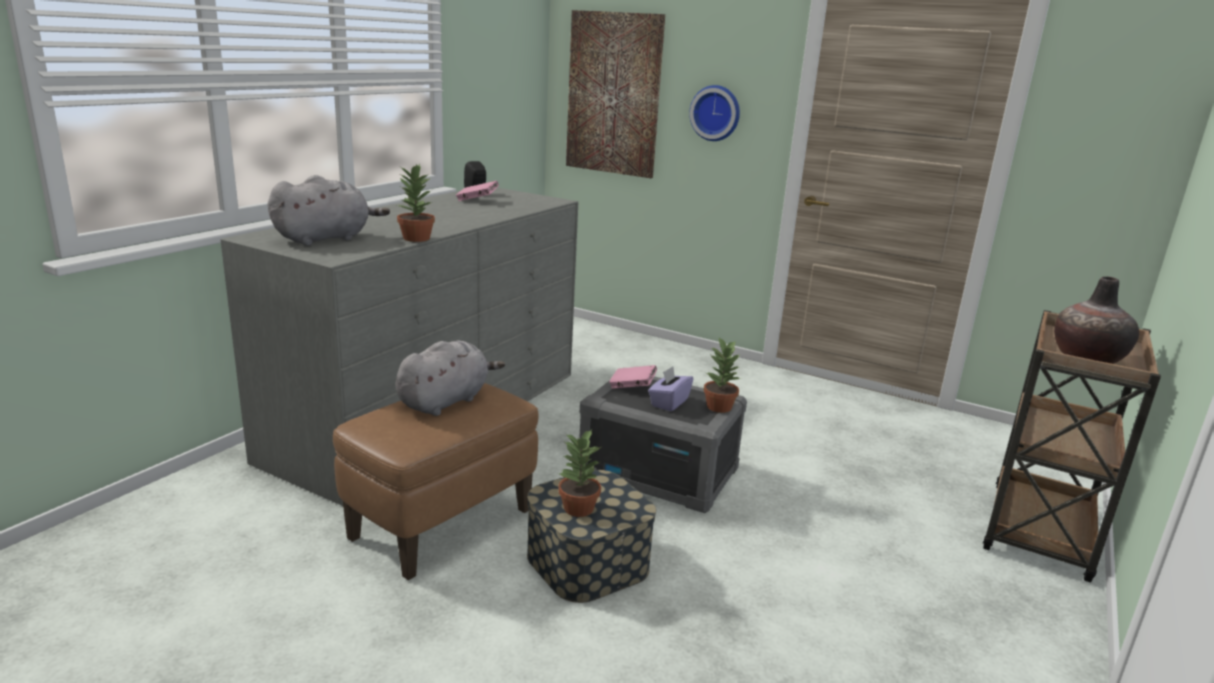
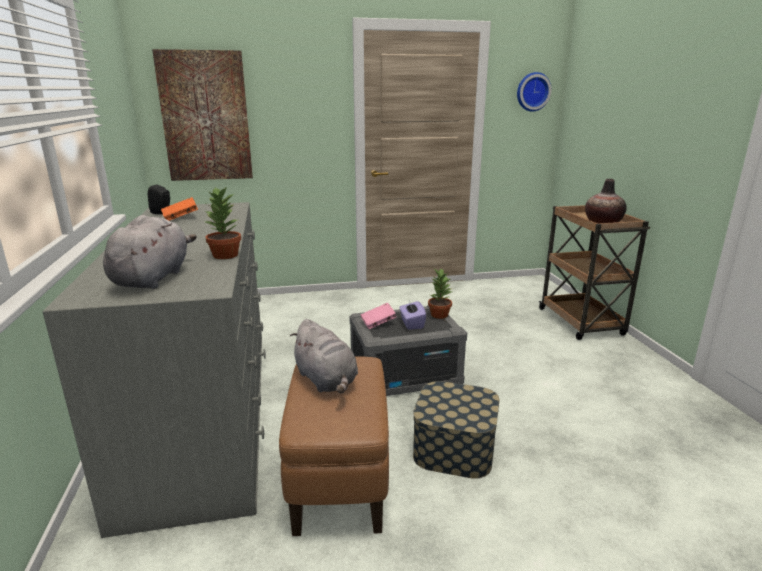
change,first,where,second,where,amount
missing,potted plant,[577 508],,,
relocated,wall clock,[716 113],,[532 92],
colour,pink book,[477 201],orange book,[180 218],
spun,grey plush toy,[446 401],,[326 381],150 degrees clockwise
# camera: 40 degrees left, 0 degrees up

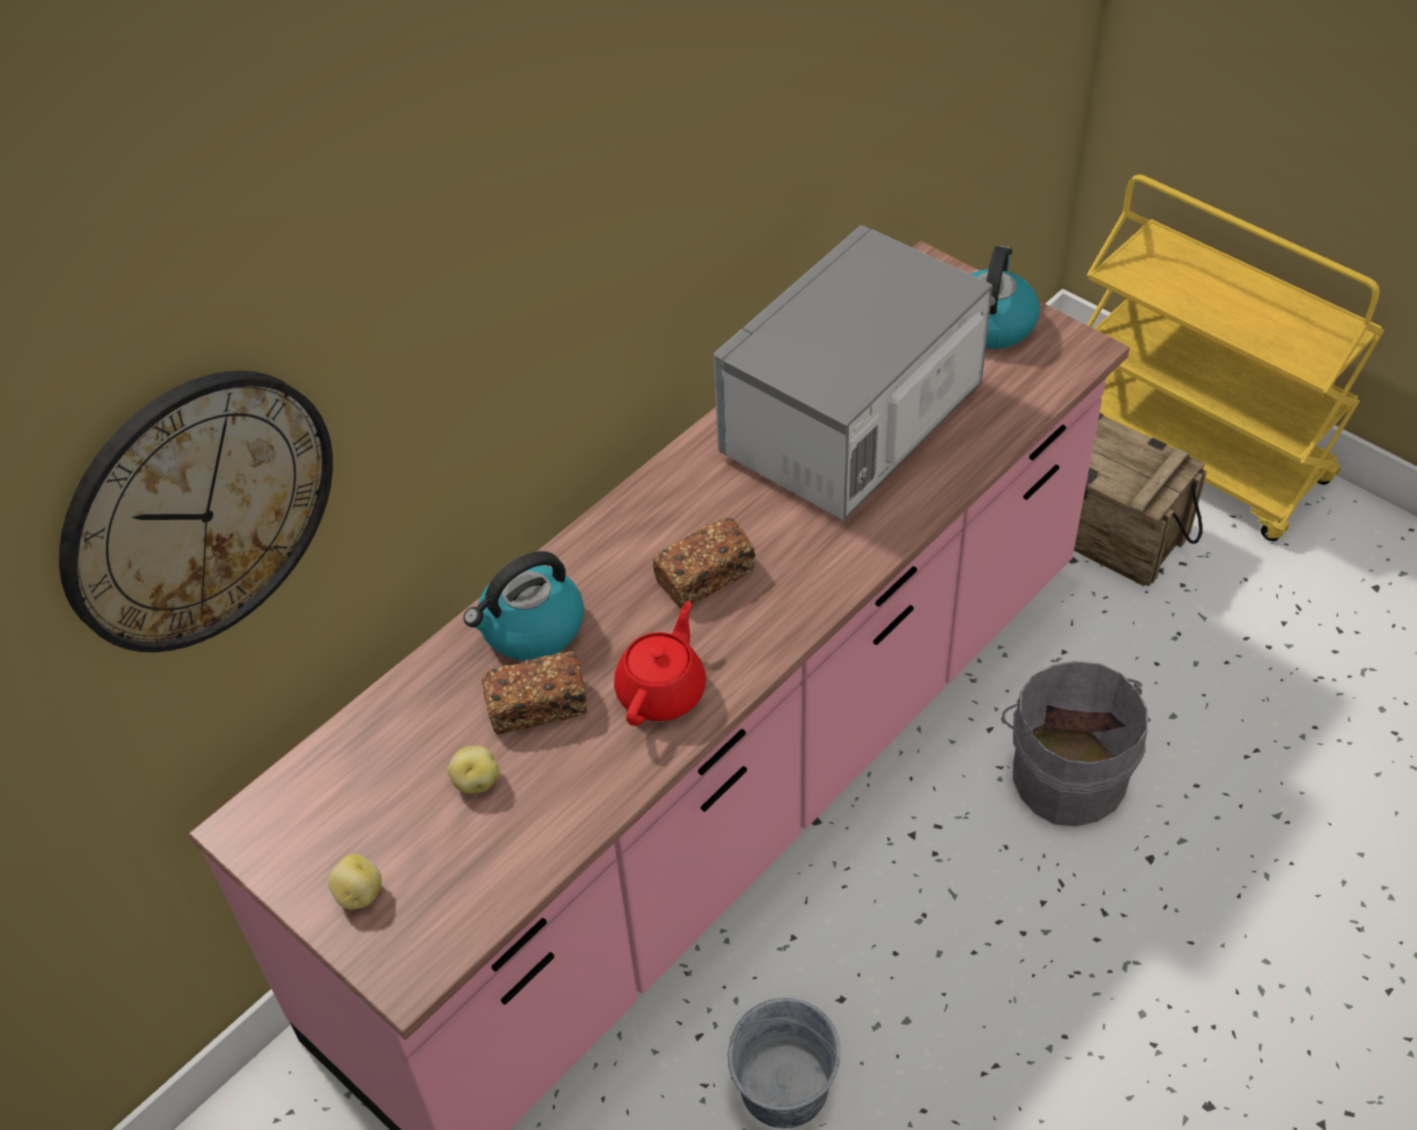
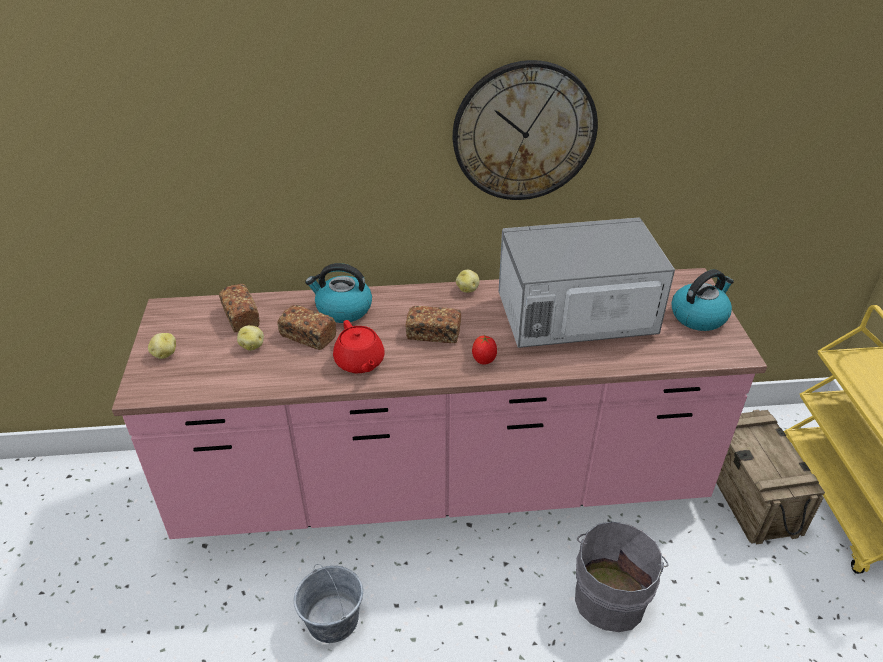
change,first,where,second,where,amount
appeared,,,bread,[240 316],
appeared,,,potato,[468 289],
appeared,,,tomato,[484 361],
relocated,wall clock,[198 510],,[524 132],
spun,red teapot,[662 691],,[359 362],90 degrees clockwise
# camera: 40 degrees right, 10 degrees down

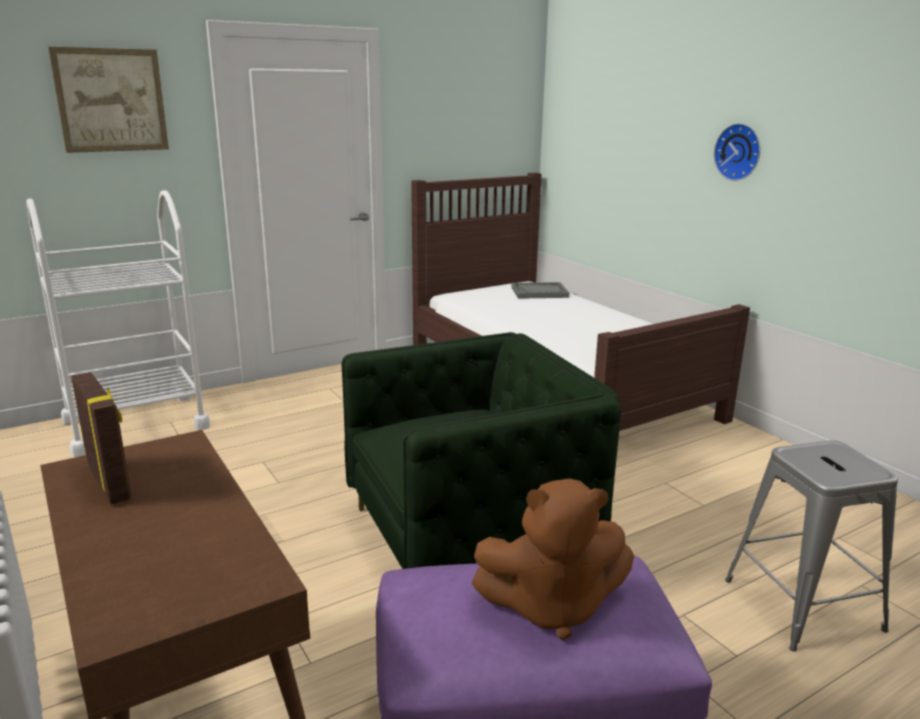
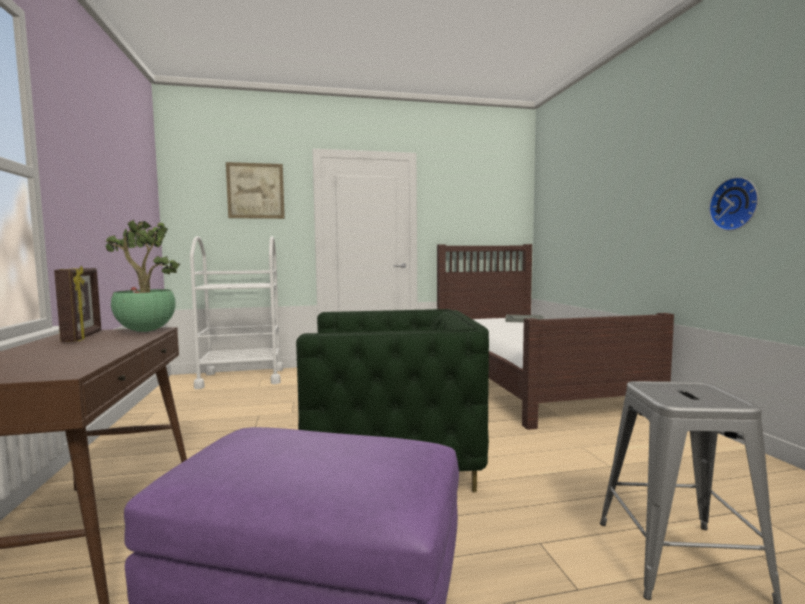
change,first,where,second,where,amount
missing,brown plush toy,[551 606],,,
appeared,,,potted plant,[144 331],
relocated,wall clock,[739 152],,[736 204],
# camera: 20 degrees right, 15 degrees down

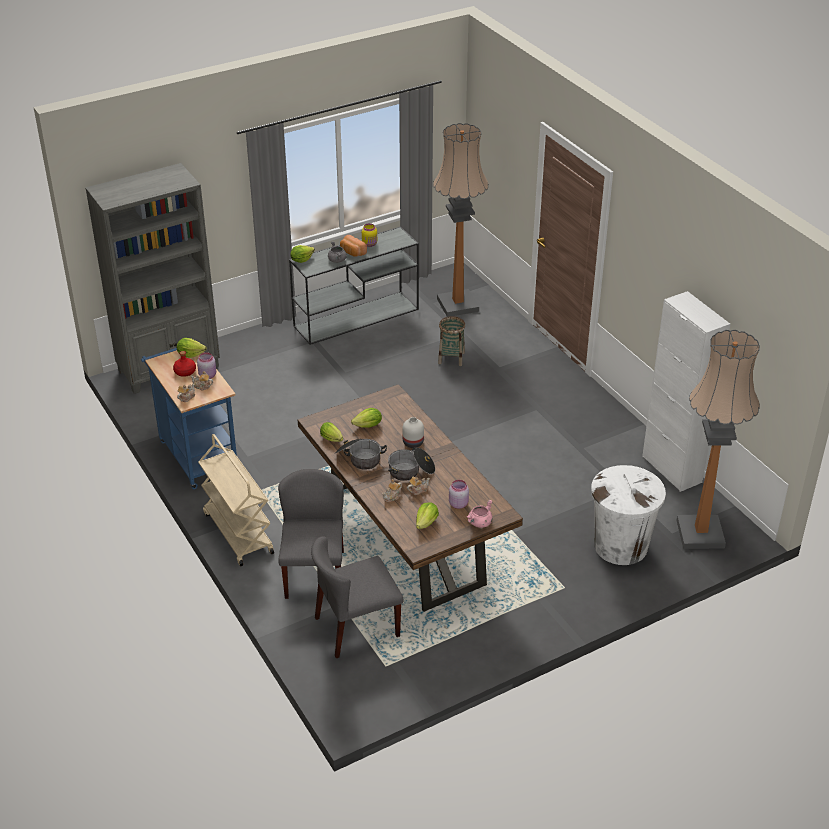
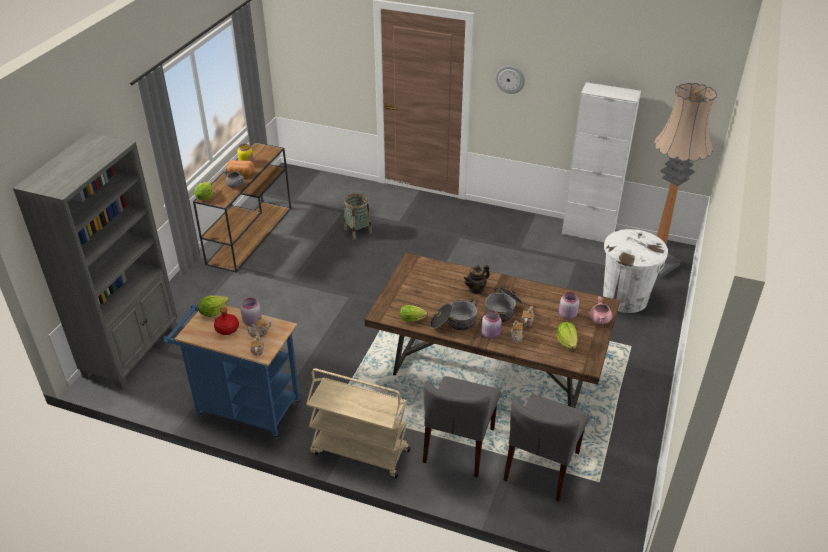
change,first,where,second,where,amount
missing,lettuce,[368 426],,,
missing,floor lamp,[457 305],,,
appeared,,,pink jar,[491 334],
appeared,,,wall clock,[510 79],
exchanged,white vase,[413 443],teapot,[476 289],
colour,grey console table,[357 317],brown console table,[250 234],
spun,grey chair,[314 574],,[459 446],120 degrees counterclockwise
# camera: 40 degrees left, 0 degrees up

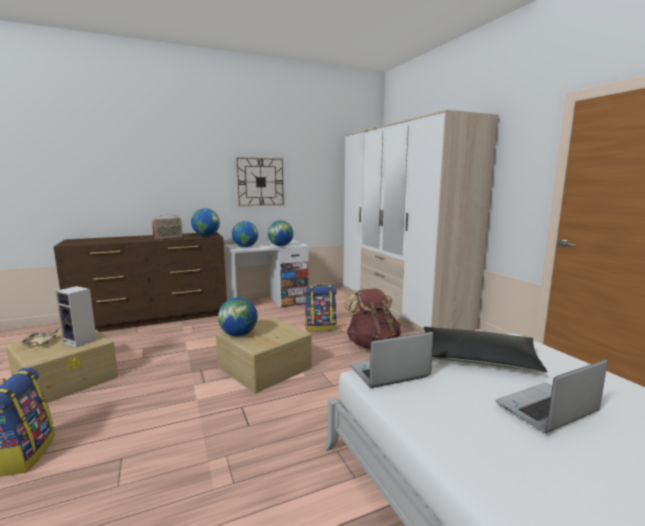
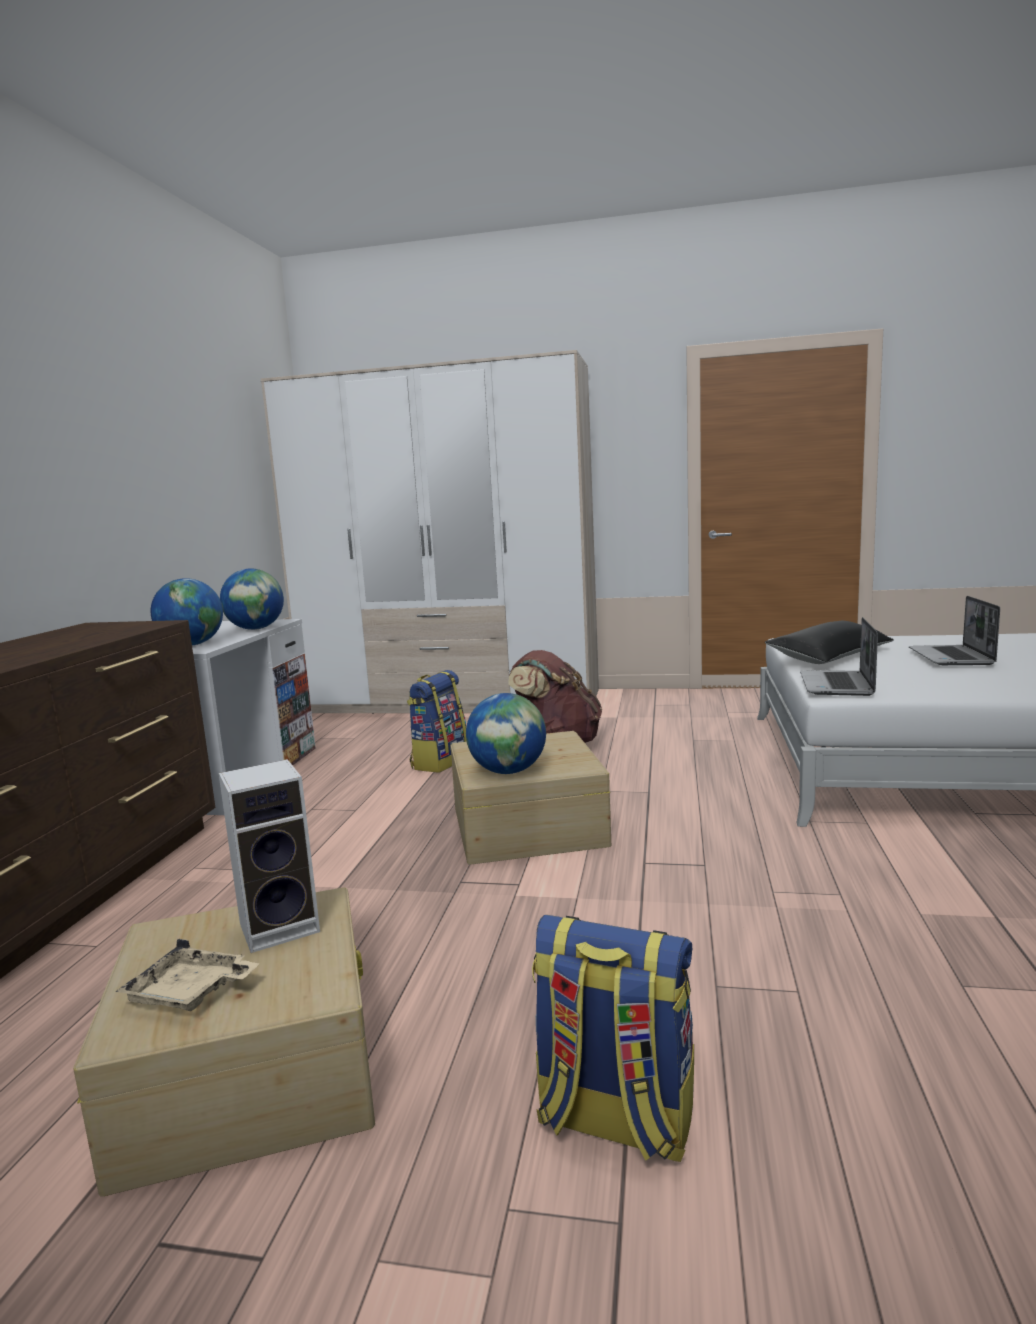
change,first,where,second,where,amount
missing,radio,[168 238],,,
missing,globe,[206 236],,,
missing,wall clock,[260 182],,,
# camera: 55 degrees left, 0 degrees up

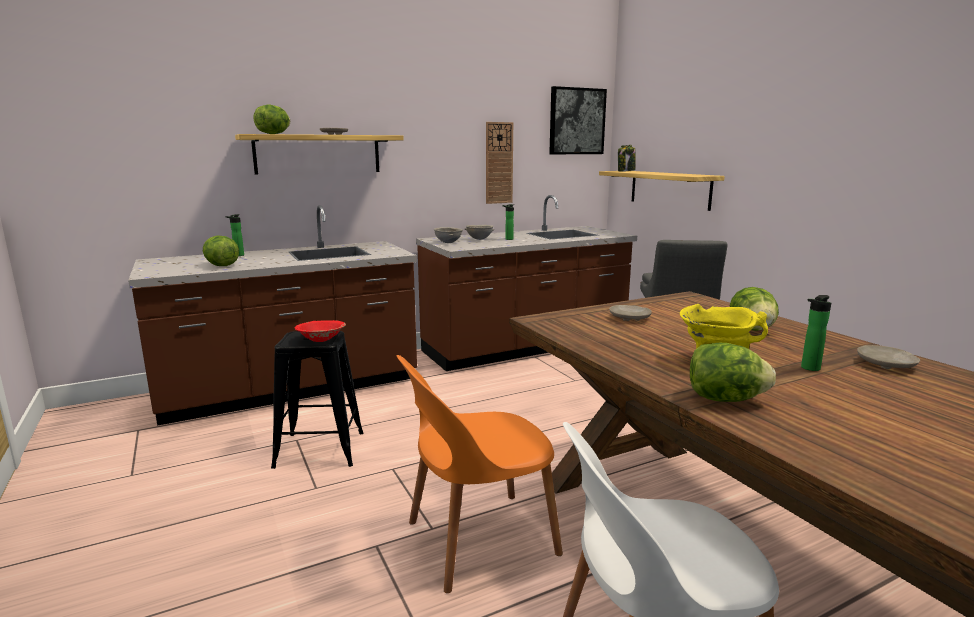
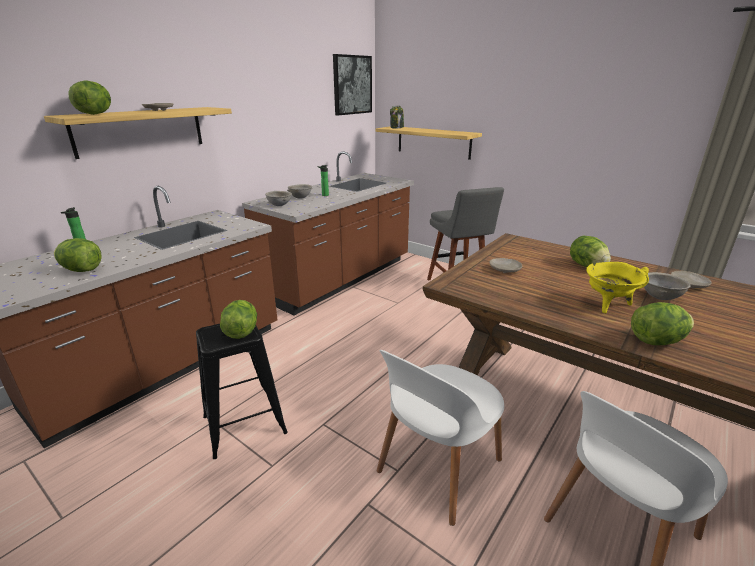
change,first,where,second,where,amount
missing,wall clock,[499 163],,,
exchanged,red bowl,[321 339],lettuce,[241 332],
exchanged,bottle,[808 368],grey bowl,[659 298],
colour,orange chair,[477 539],white chair,[437 468],
# camera: 25 degrees left, 10 degrees up

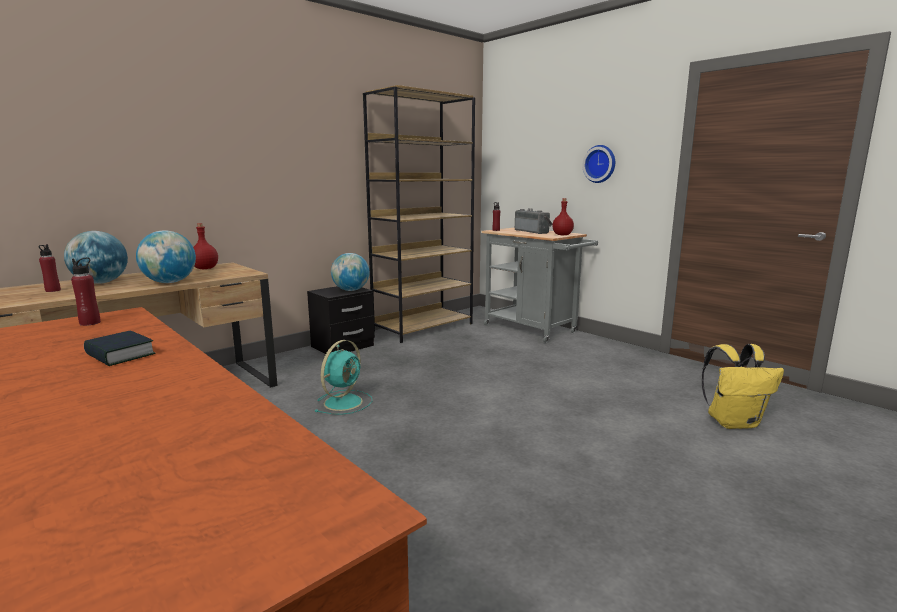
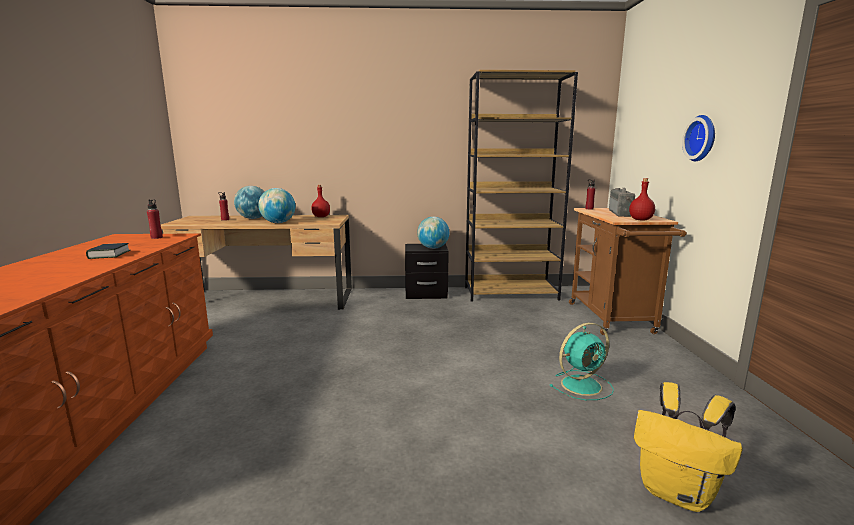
change,first,where,second,where,amount
relocated,turquoise fan,[344 402],,[582 385],
colour,grey cart,[534 330],brown cart,[613 320],
# camera: 40 degrees right, 0 degrees up

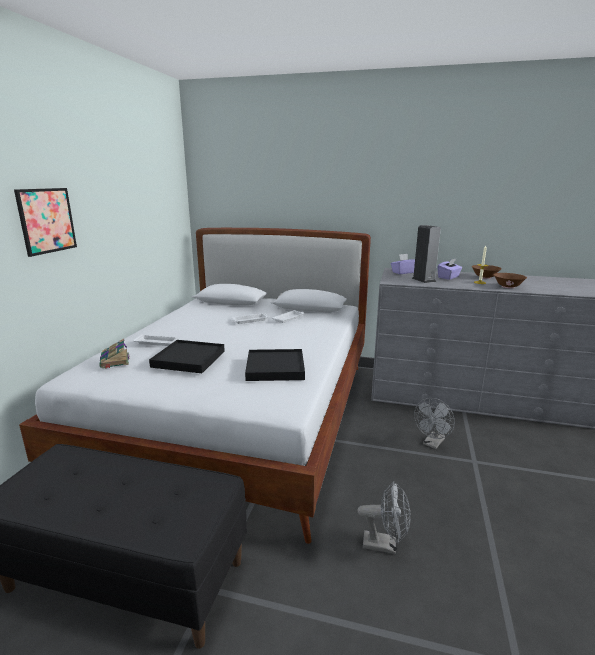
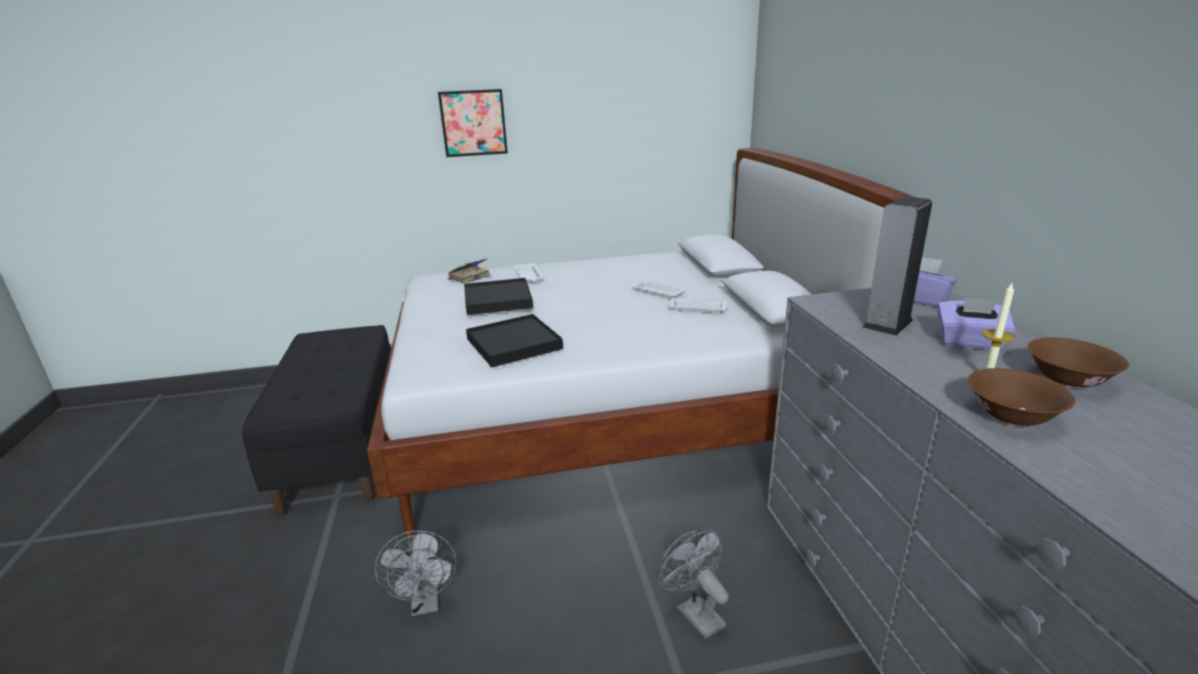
change,first,where,second,where,amount
spun,grey fan,[432 443],,[694 612],45 degrees clockwise
# camera: 65 degrees right, 5 degrees up

